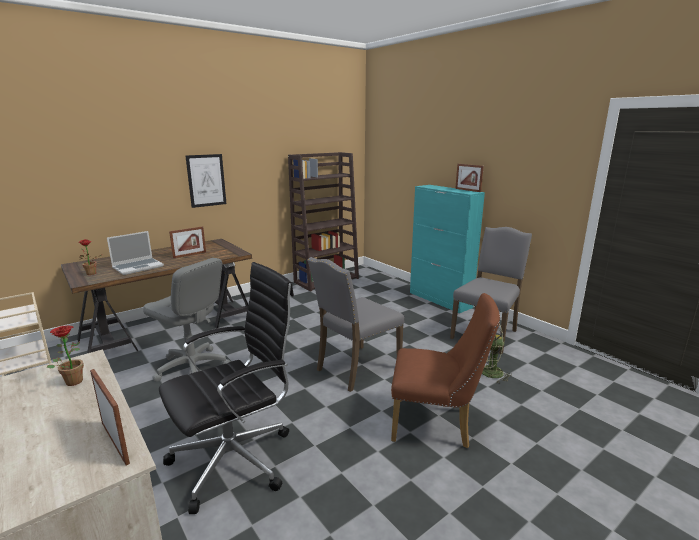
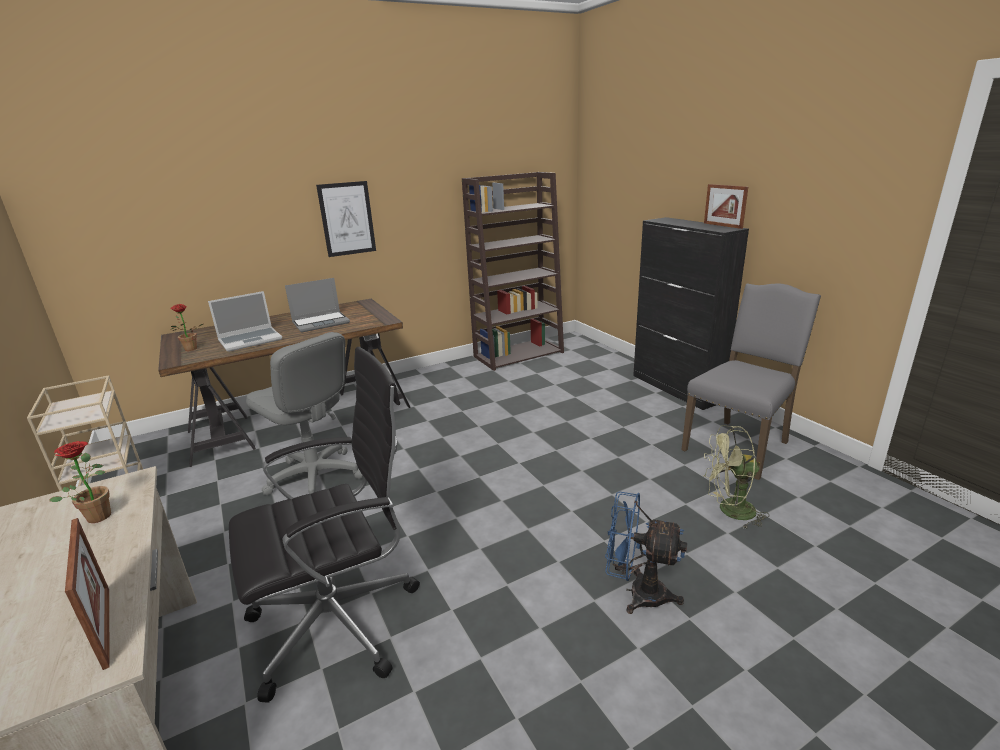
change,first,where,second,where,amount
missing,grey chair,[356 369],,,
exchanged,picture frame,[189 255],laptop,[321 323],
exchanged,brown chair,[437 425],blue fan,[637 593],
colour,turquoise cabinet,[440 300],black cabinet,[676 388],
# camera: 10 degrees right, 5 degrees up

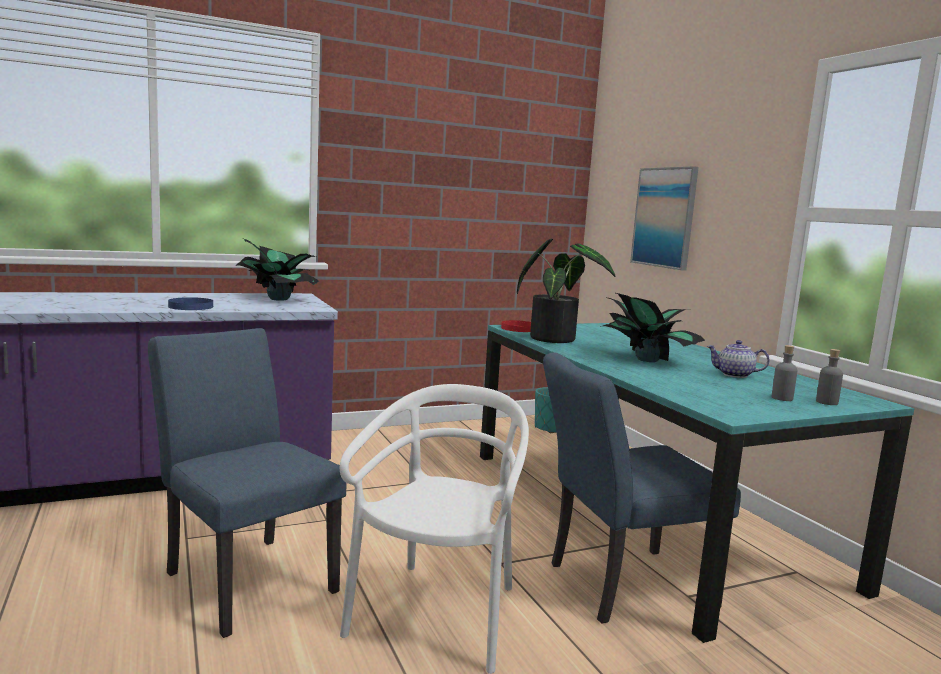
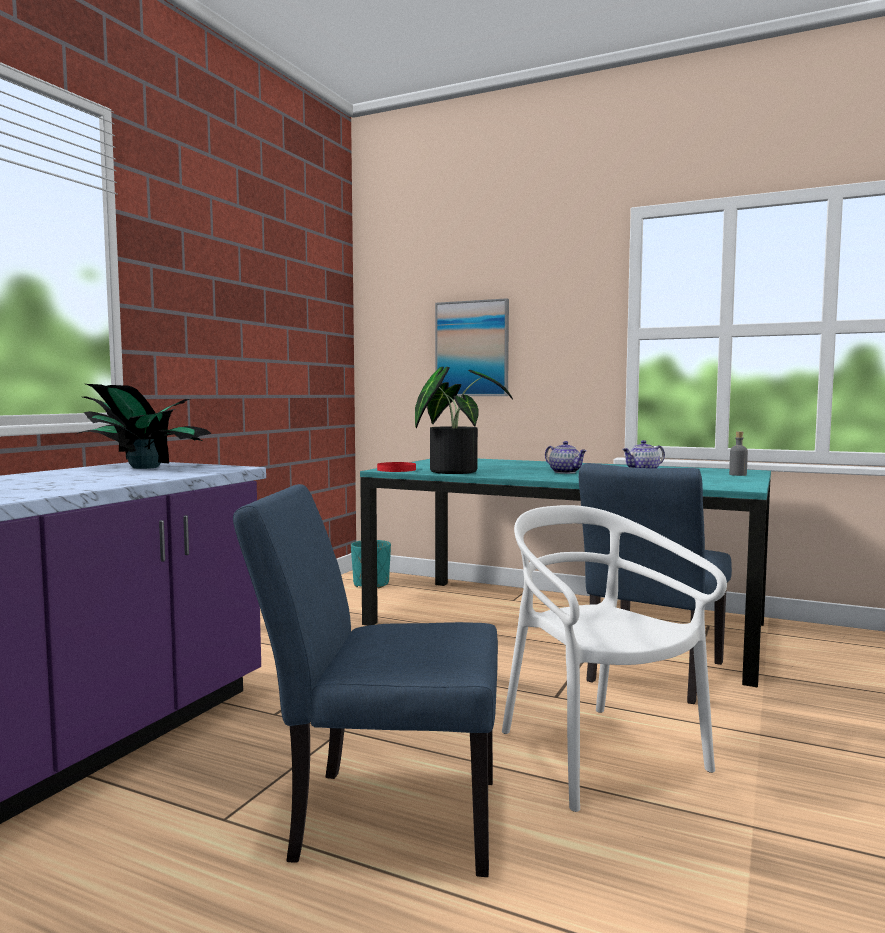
change,first,where,second,where,amount
missing,blue plate,[191 306],,,
missing,grey bottle,[782 398],,,
exchanged,potted plant,[646 359],teapot,[565 472],
# camera: 40 degrees left, 5 degrees down

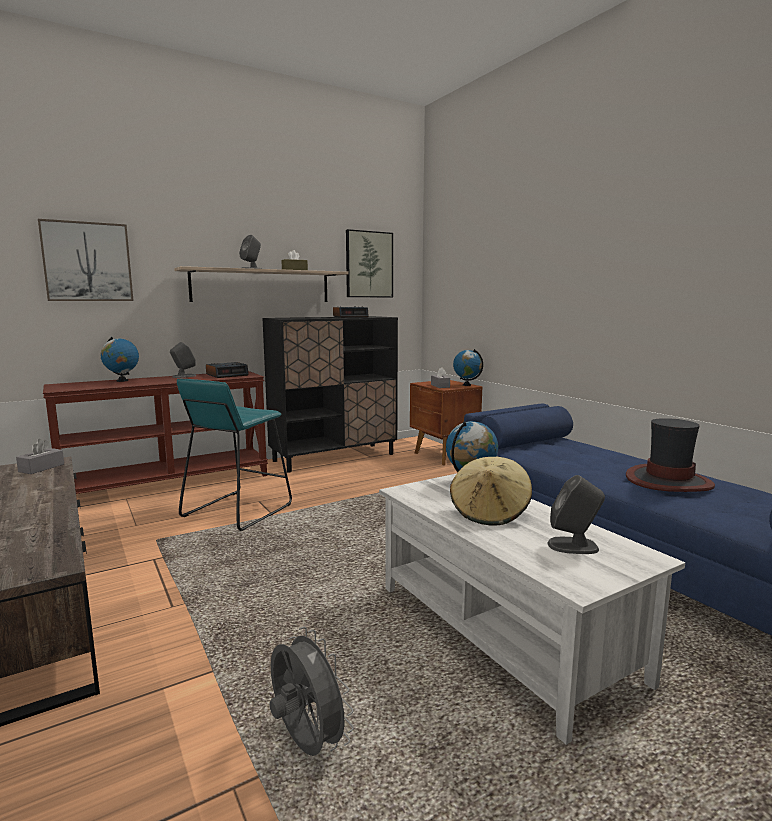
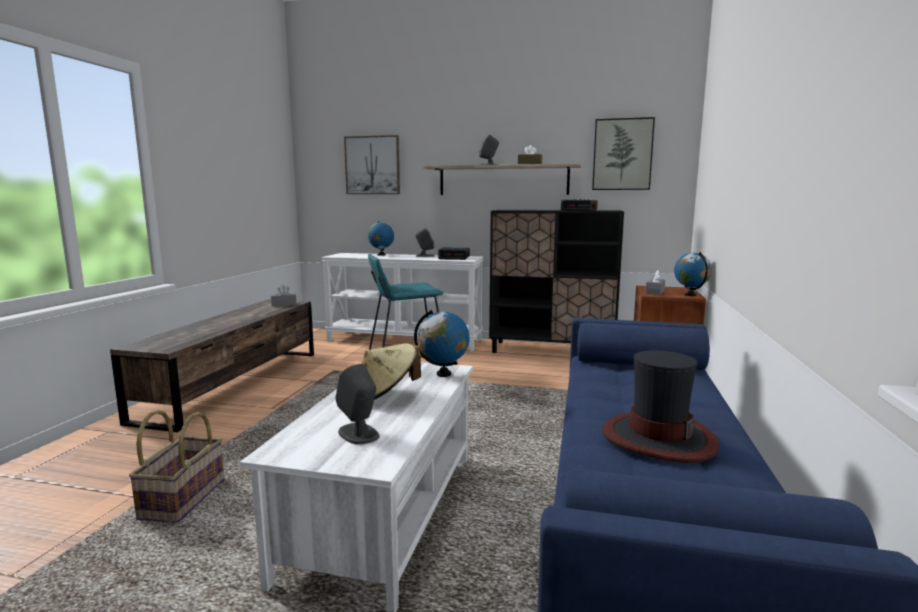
change,first,where,second,where,amount
exchanged,grey fan,[306 744],basket,[182 498],
colour,brown console table,[168 484],white console table,[405 340],
# camera: 45 degrees right, 0 degrees up

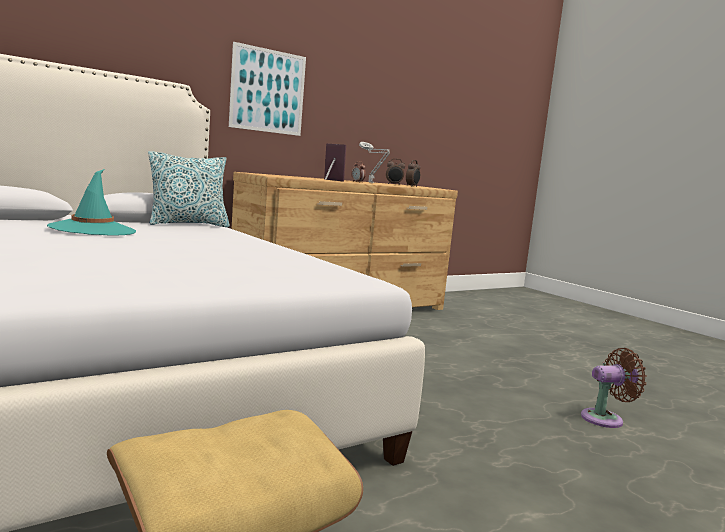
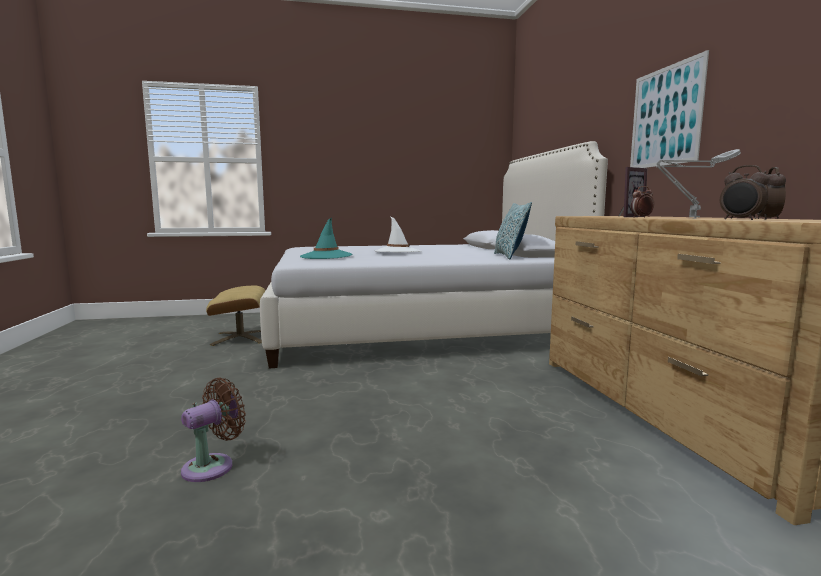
change,first,where,second,where,amount
appeared,,,white hat,[398 252],
relocated,turquoise hat,[93 230],,[326 256],
spun,brown fan,[605 419],,[213 466],150 degrees counterclockwise
# camera: 115 degrees right, 0 degrees up

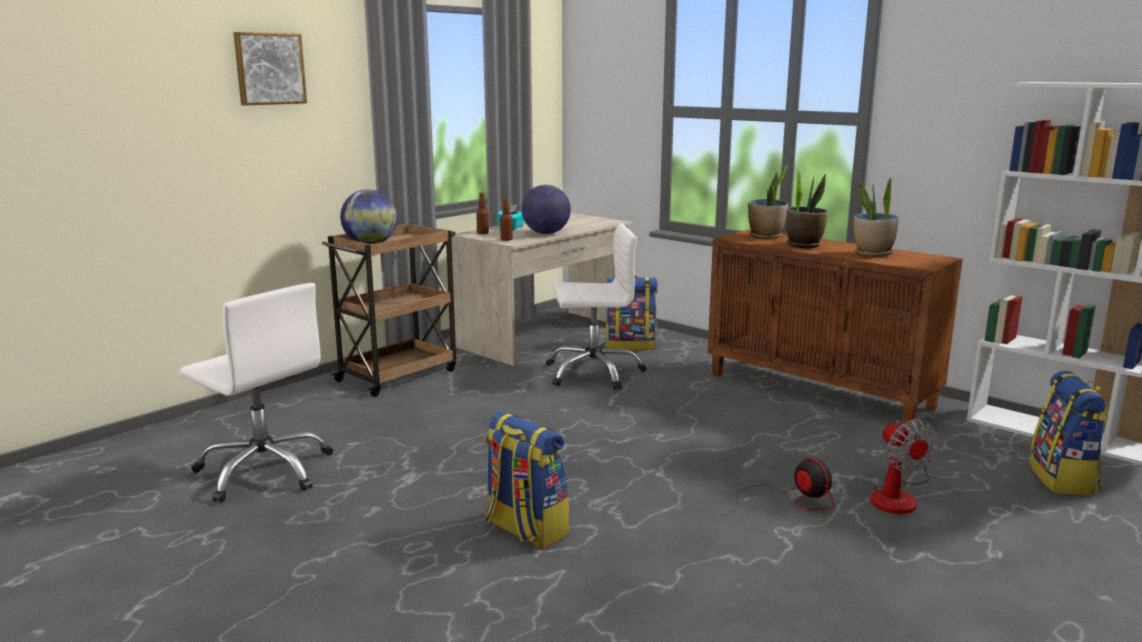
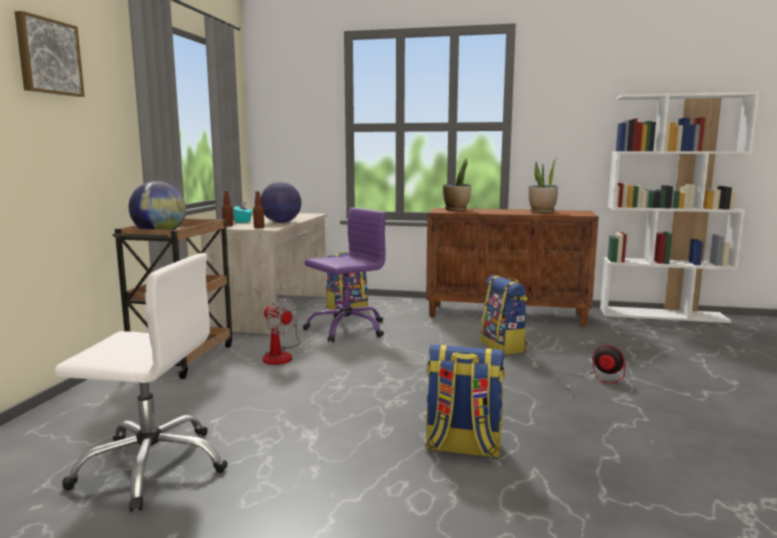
change,first,where,second,where,amount
missing,potted plant,[804 245],,,
relocated,fan,[898 496],,[280 355],
relocated,backpack,[1063 479],,[504 346],
colour,white office chair,[593 372],purple office chair,[346 329],
# camera: 30 degrees left, 5 degrees down

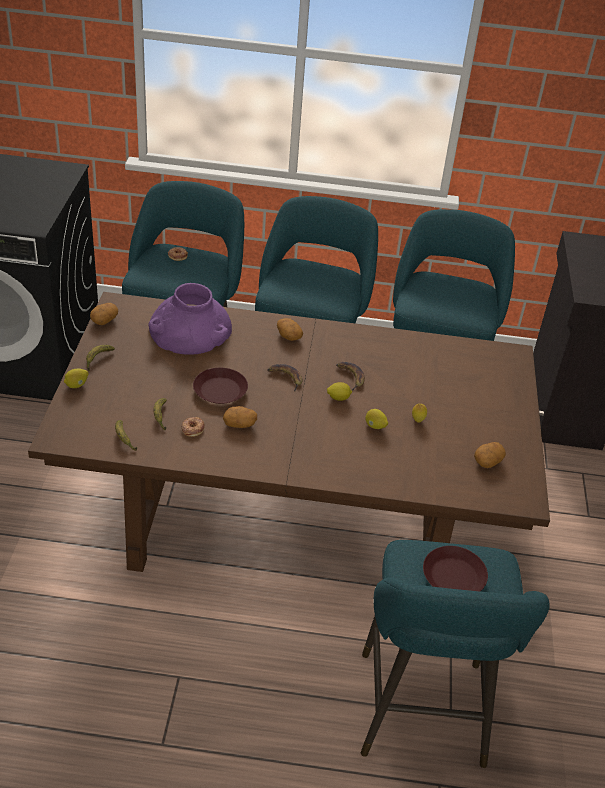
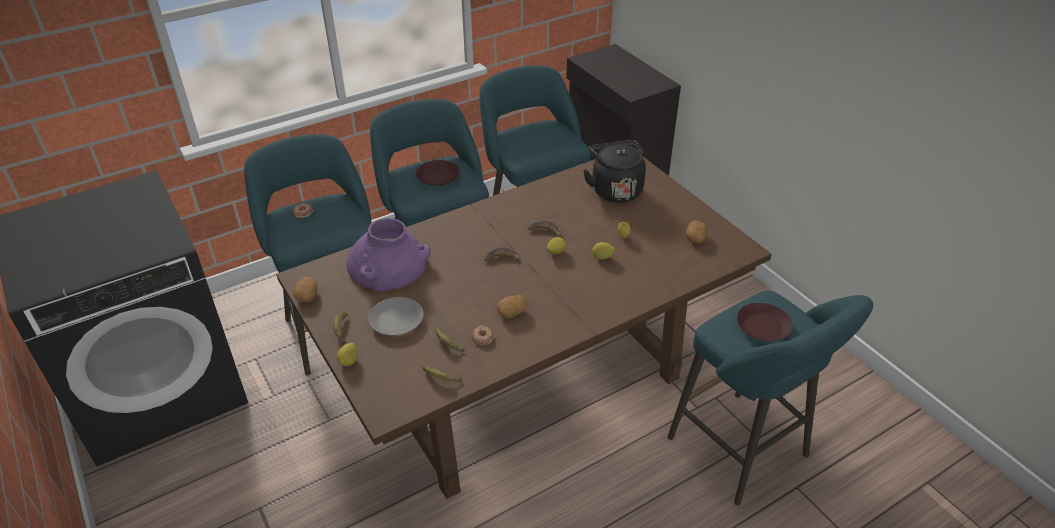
change,first,where,second,where,amount
missing,potato,[288 336],,,
appeared,,,grey plate,[396 320],
appeared,,,black kettle,[615 190],
relocated,brown plate,[219 390],,[437 177],
# camera: 35 degrees left, 0 degrees up

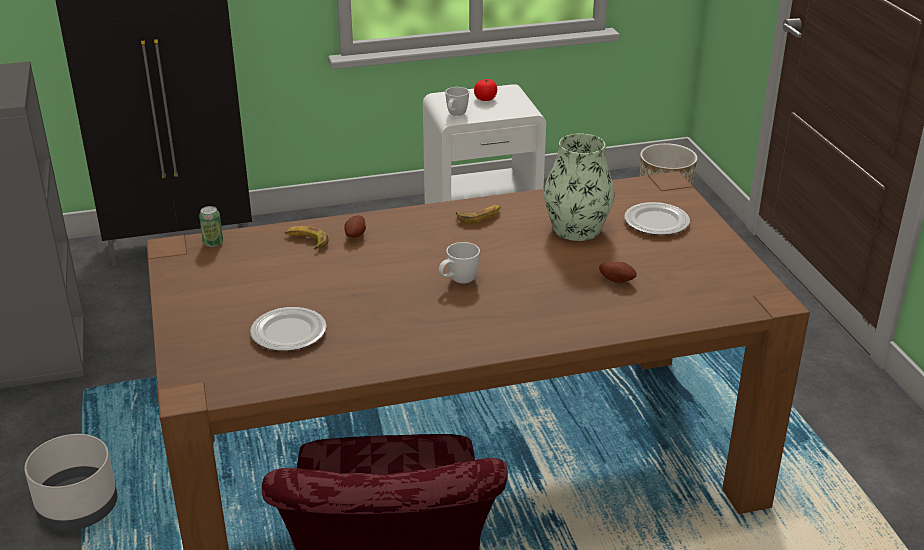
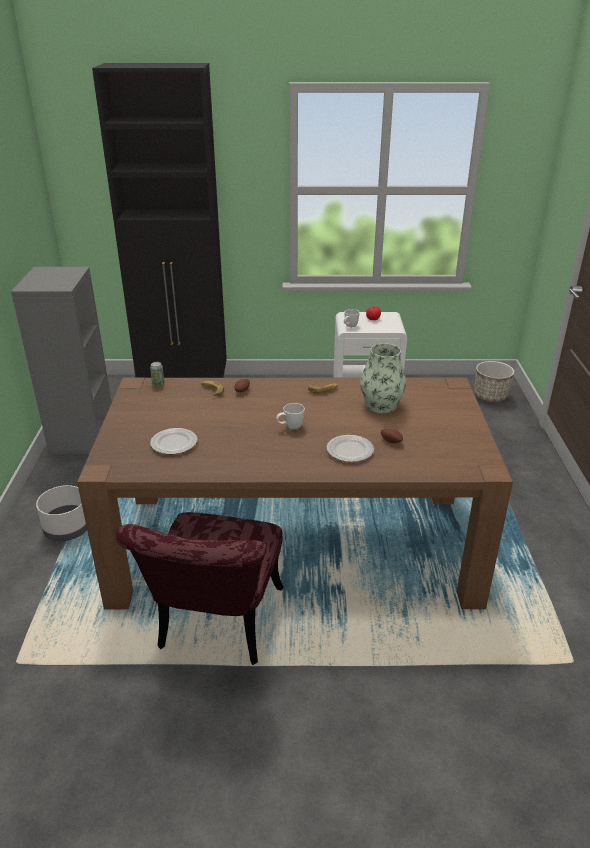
change,first,where,second,where,amount
relocated,plate,[655 222],,[349 450],
# camera: 15 degrees right, 0 degrees up

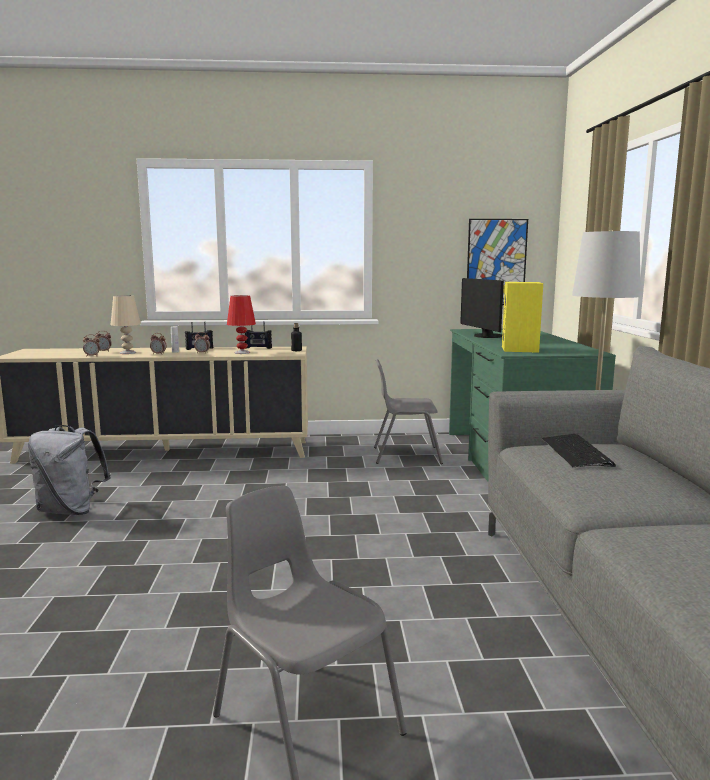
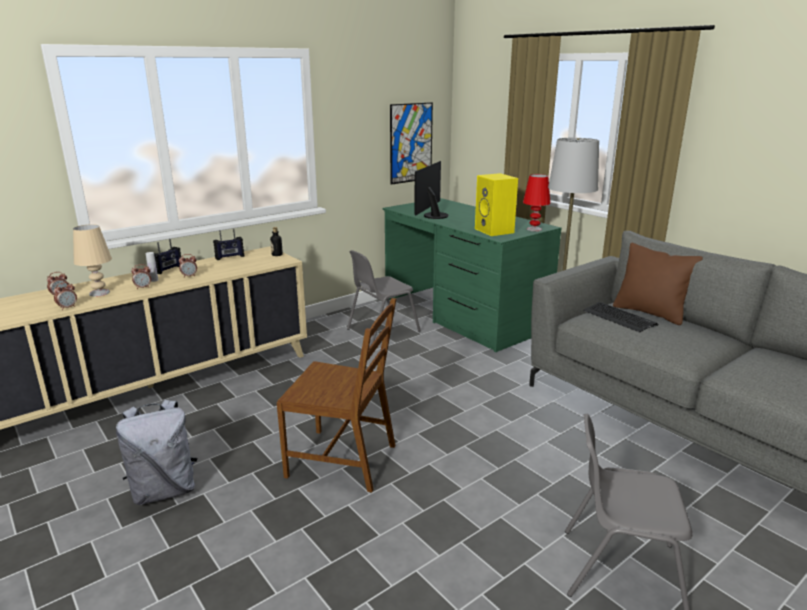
change,first,where,second,where,amount
appeared,,,brown chair,[343 460],
appeared,,,brown pillow,[650 313],
relocated,red table lamp,[242 352],,[534 229],
spun,monitor,[485 336],,[433 215],75 degrees clockwise
# camera: 35 degrees left, 10 degrees up

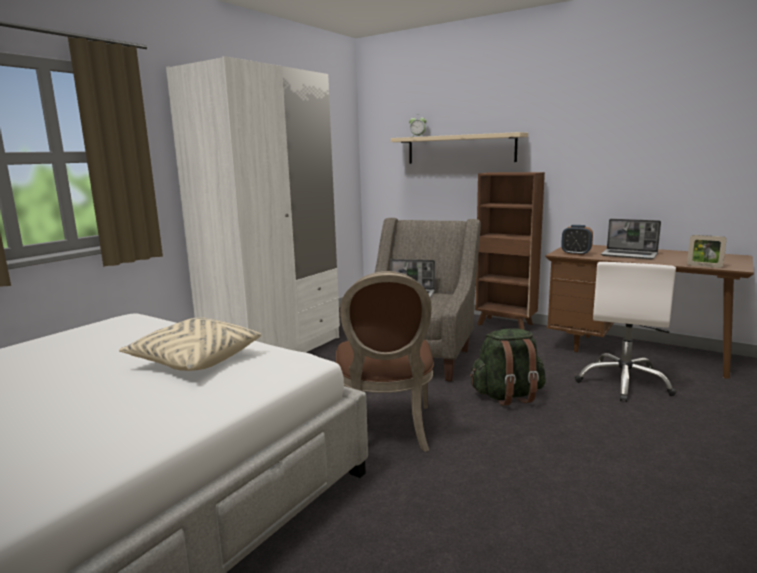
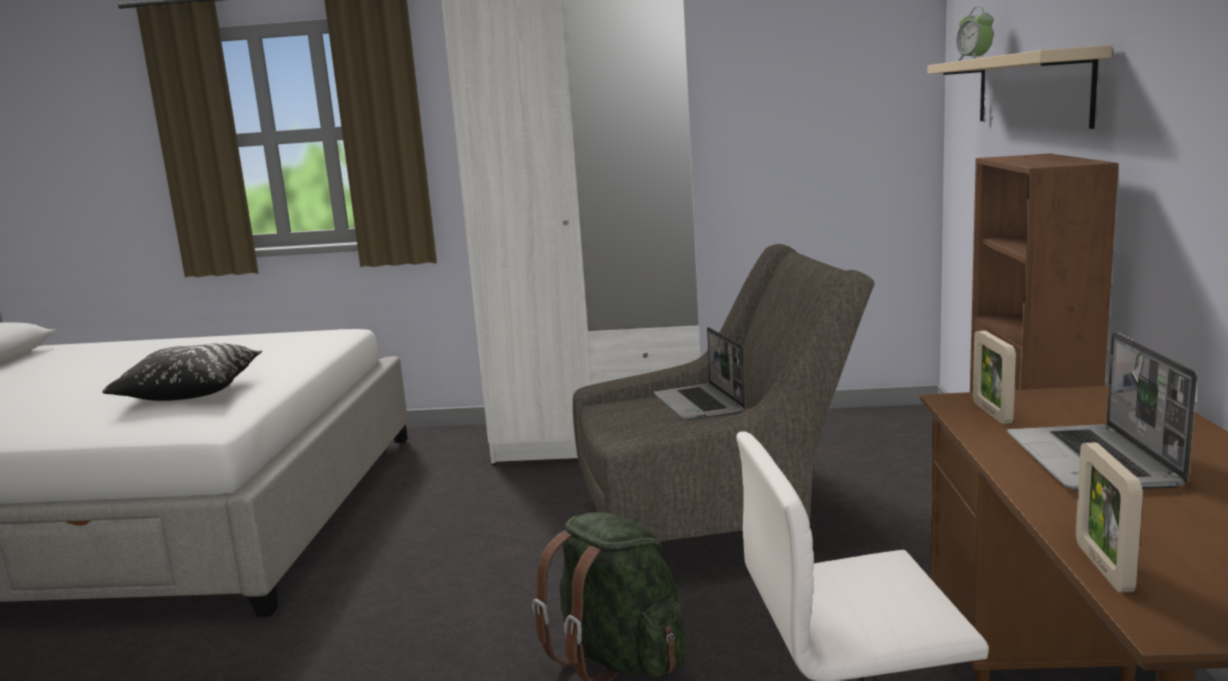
change,first,where,second,where,amount
missing,brown chair,[386 431],,,
exchanged,alarm clock,[576 254],picture frame,[992 413],
colour,beige pillow,[194 360],black pillow,[191 391],
# camera: 60 degrees right, 0 degrees up

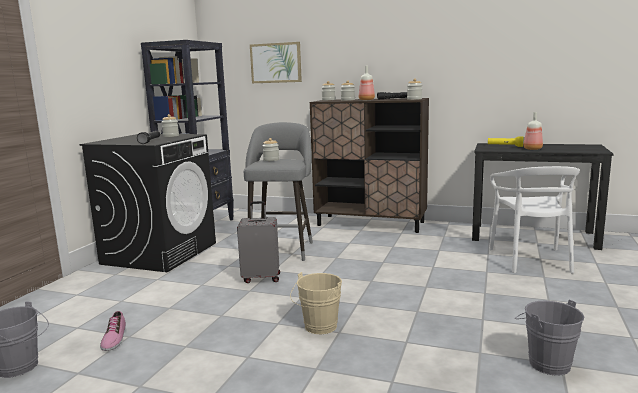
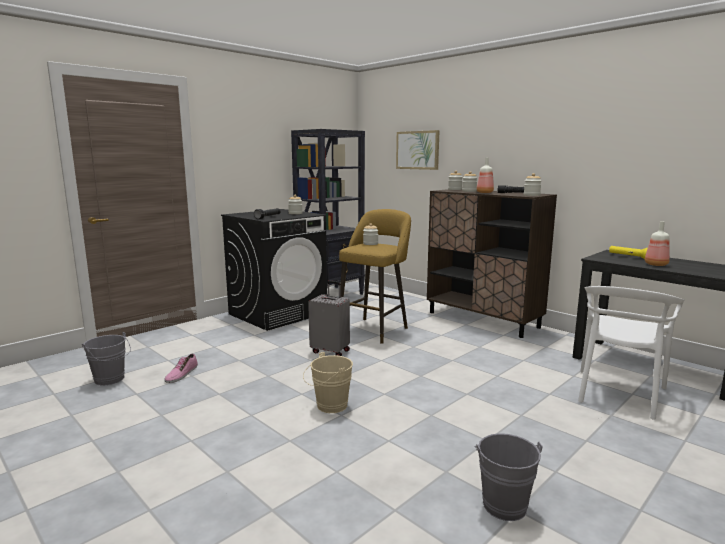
change,first,where,second,where,amount
colour,grey stool,[282 249],yellow stool,[375 329],
# camera: 25 degrees right, 0 degrees up

